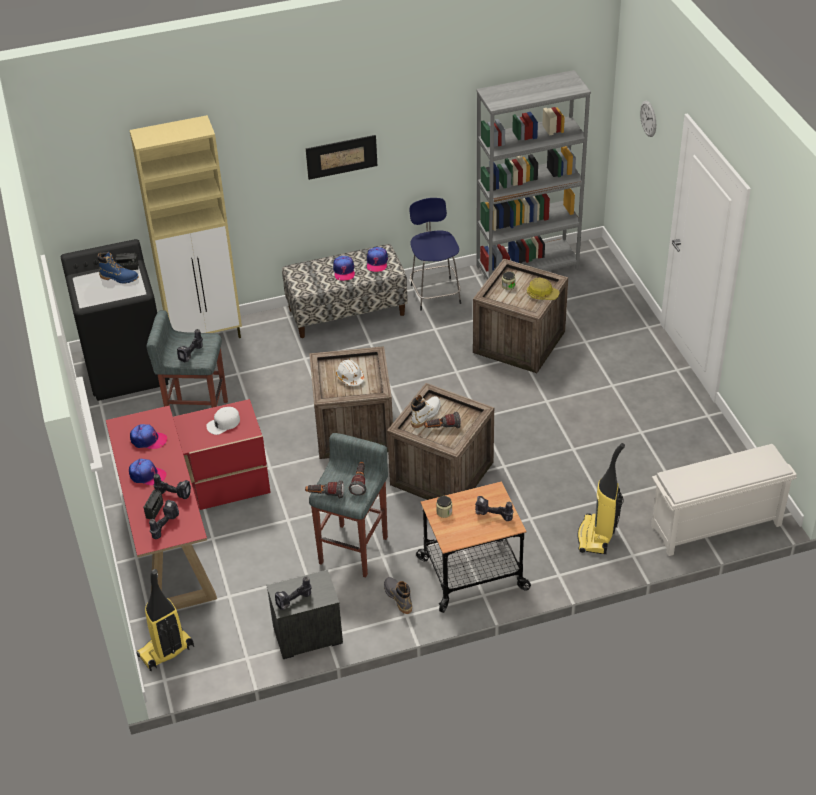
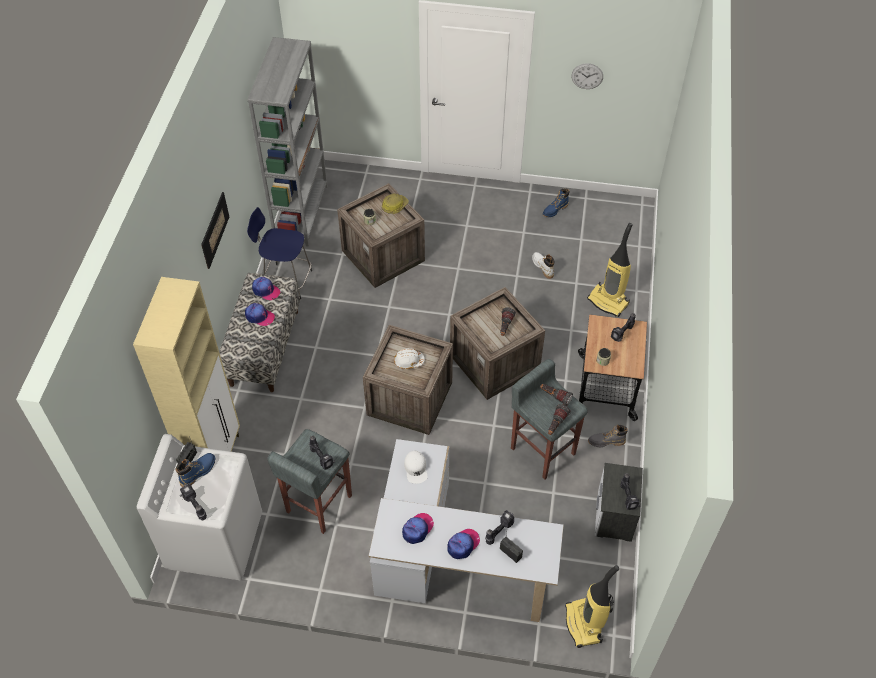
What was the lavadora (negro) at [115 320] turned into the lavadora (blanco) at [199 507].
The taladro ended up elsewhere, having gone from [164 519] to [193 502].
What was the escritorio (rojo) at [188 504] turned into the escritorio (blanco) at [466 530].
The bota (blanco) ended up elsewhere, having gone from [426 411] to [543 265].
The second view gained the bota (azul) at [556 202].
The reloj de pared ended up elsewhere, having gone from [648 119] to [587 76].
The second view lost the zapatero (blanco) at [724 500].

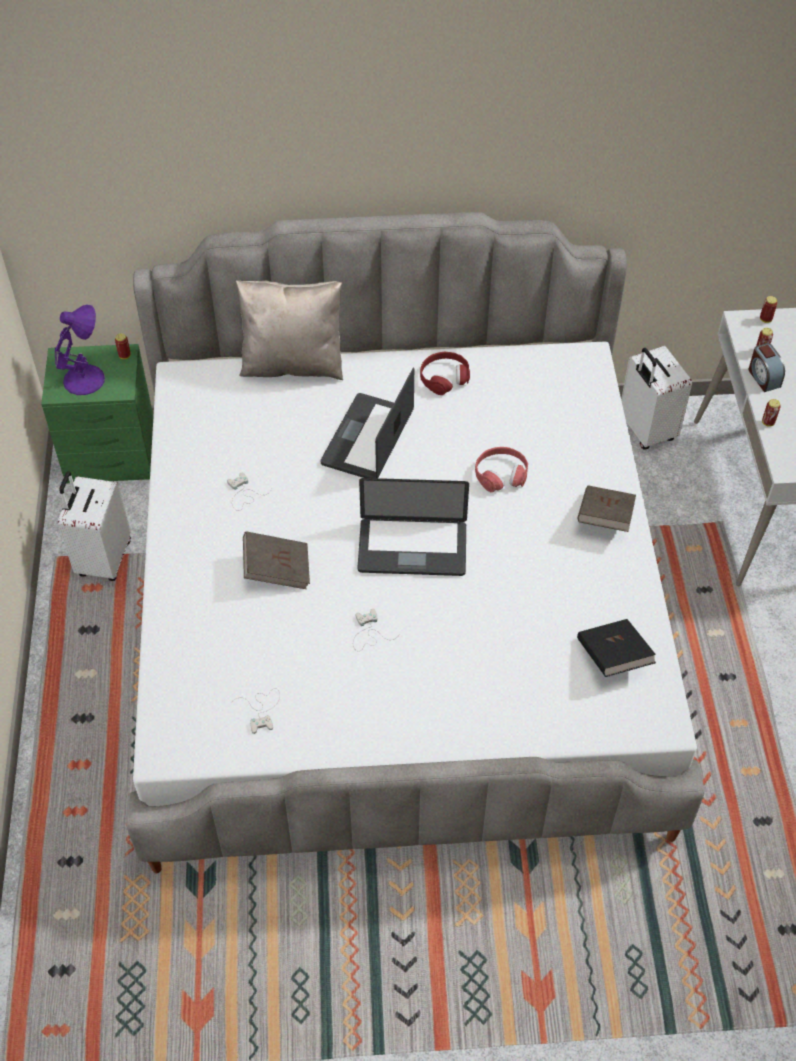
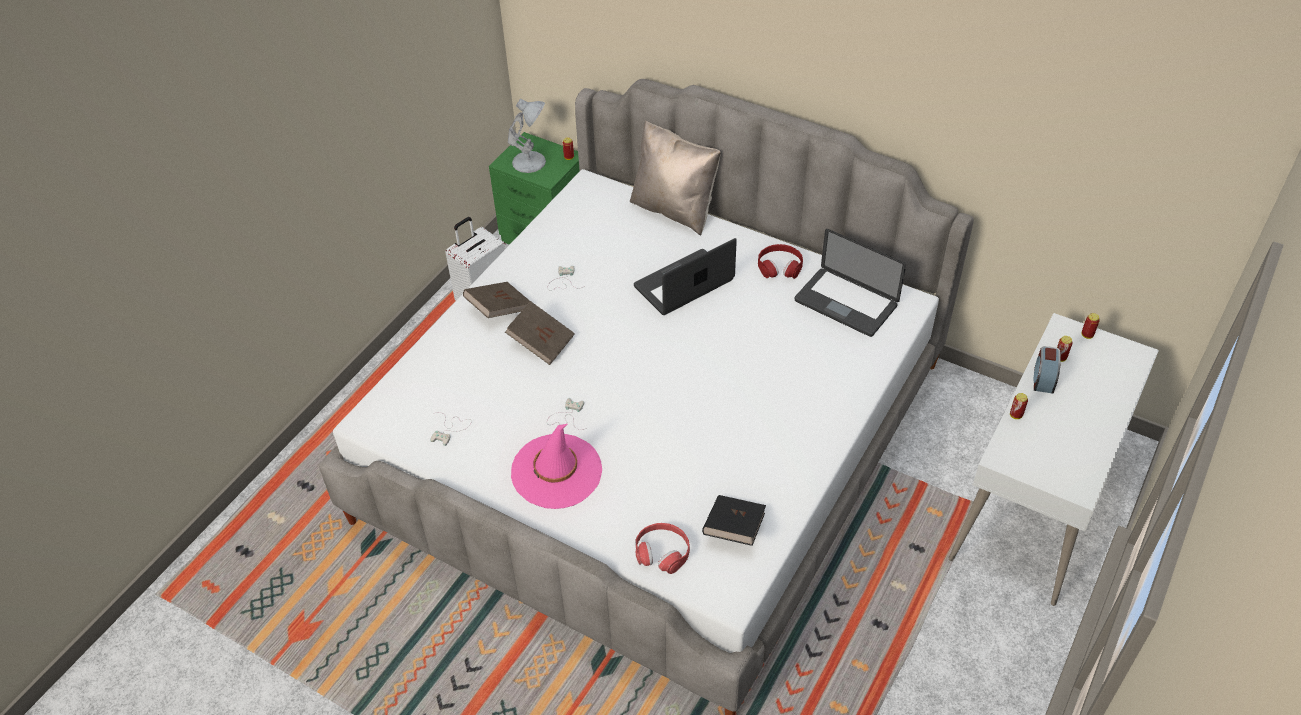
The libro (marrón) ended up elsewhere, having gone from [607 508] to [496 300].
What was the lámpara de mesa (morado) at [80 350] turned into the lámpara de mesa (blanco) at [527 136].
The second view gained the sombrero (rosa) at [556 466].
The auriculares (rojo) ended up elsewhere, having gone from [501 469] to [663 548].
The portátil ended up elsewhere, having gone from [413 527] to [850 283].
The second view lost the maleta (blanco) at [656 398].

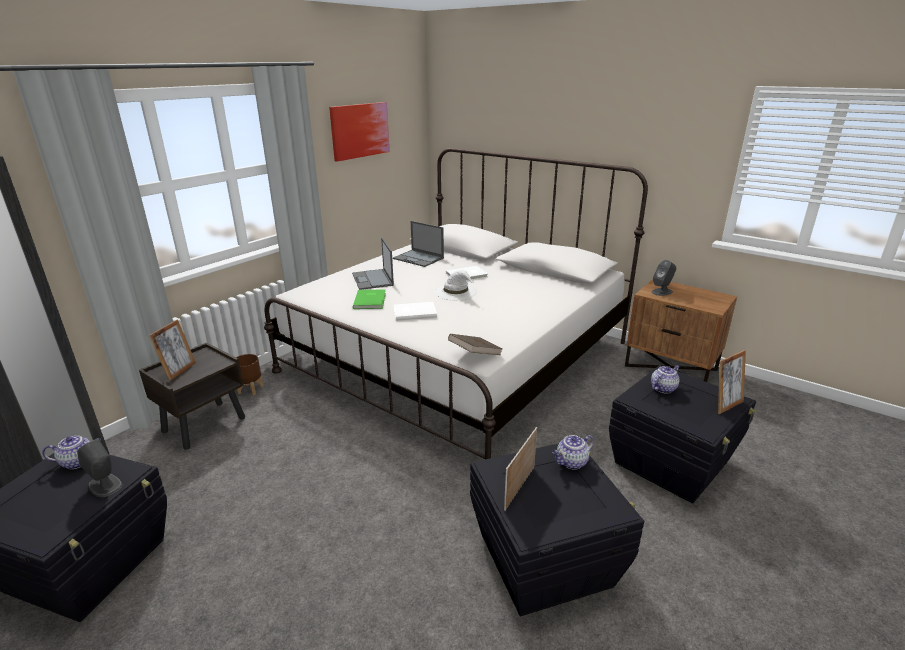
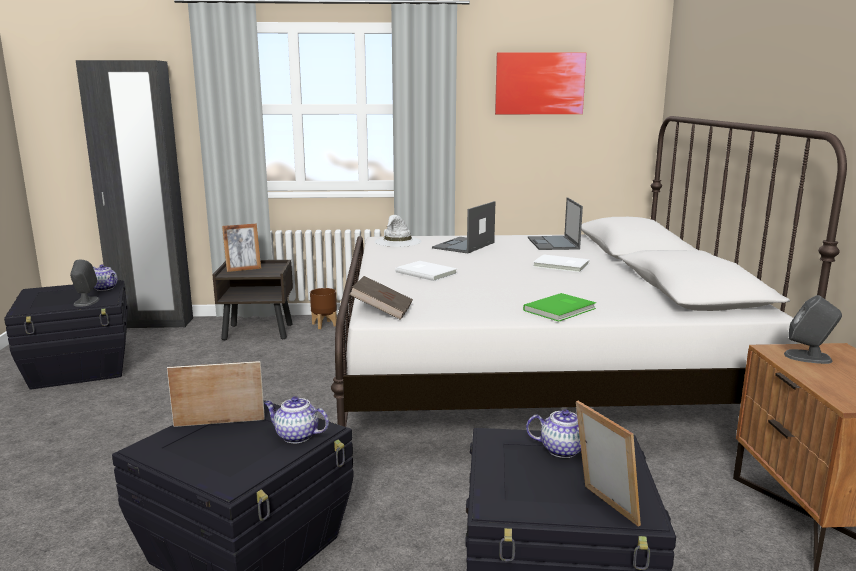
The sombrero (blanco) ended up elsewhere, having gone from [456 285] to [398 231].
The libro (verde) ended up elsewhere, having gone from [369 299] to [559 307].
The portarretratos at [732 382] ended up facing another way, 135 degrees counterclockwise from before.

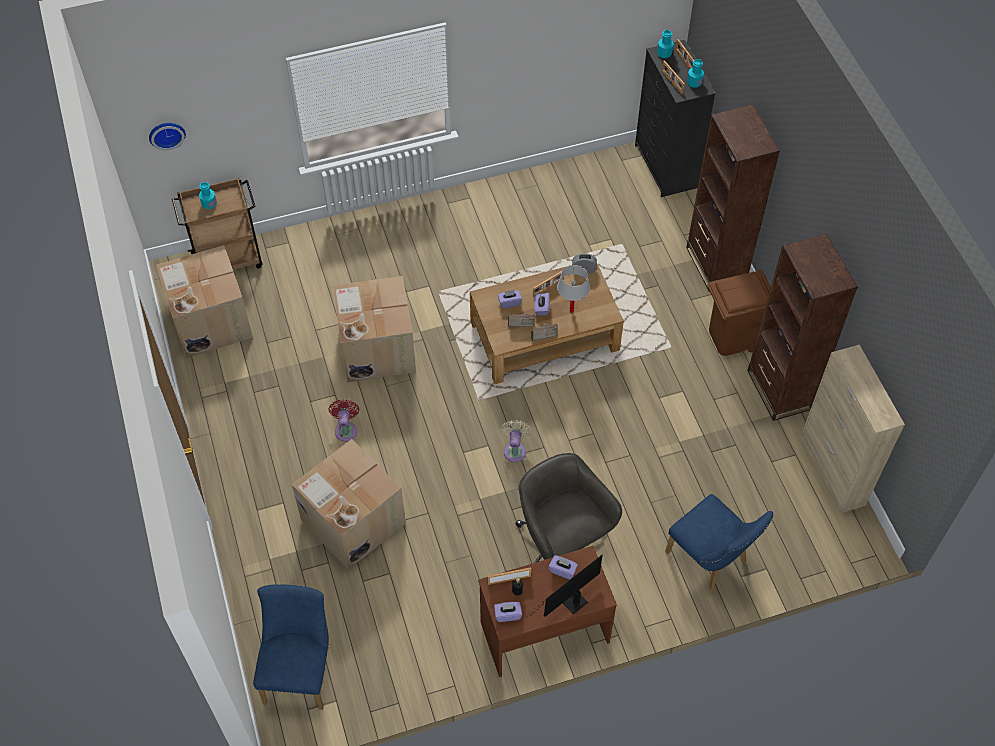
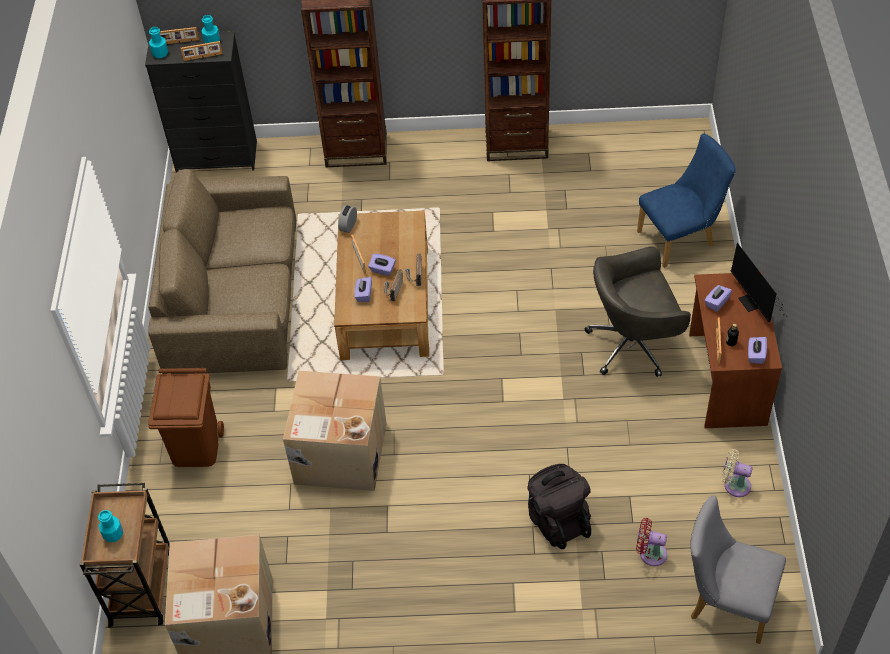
The second view gained the sofá (marrón) at [222 271].
The papelera (marrón) ended up elsewhere, having gone from [739 312] to [186 417].
Where the caja de cartón stood at [349 504], the mochila (negro) came to stand at [559 506].
The ventilador (rojo) ended up elsewhere, having gone from [344 420] to [651 542].
What was the silla (azul) at [291 647] turned into the silla (gris) at [738 569].
The ventilador (beis) ended up elsewhere, having gone from [516 441] to [737 473].
The second view lost the reloj de pared at [167 136].
The second view lost the lámpara de mesa (blanco) at [573 289].
The second view lost the armario (beis) at [852 429].

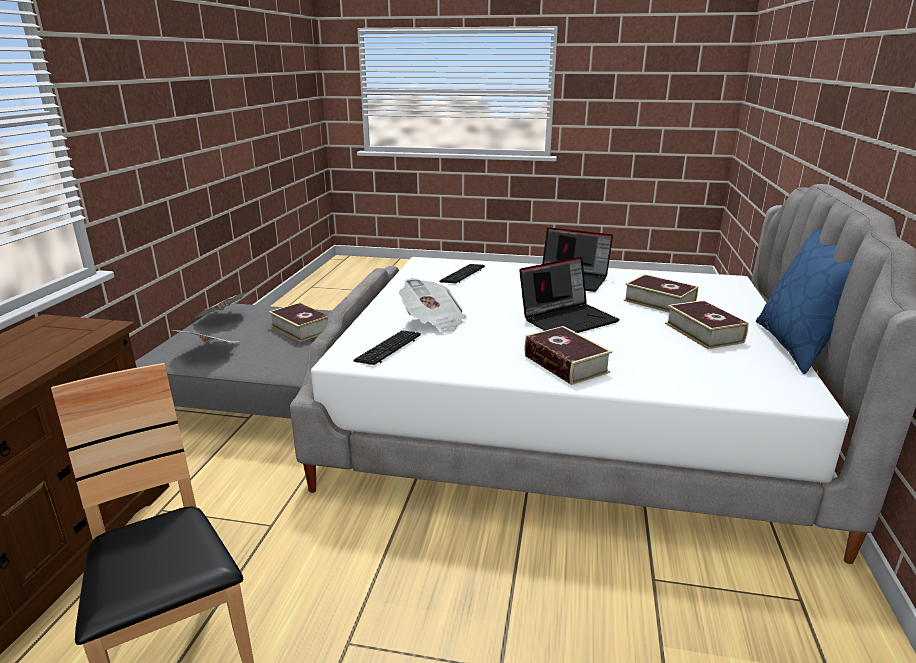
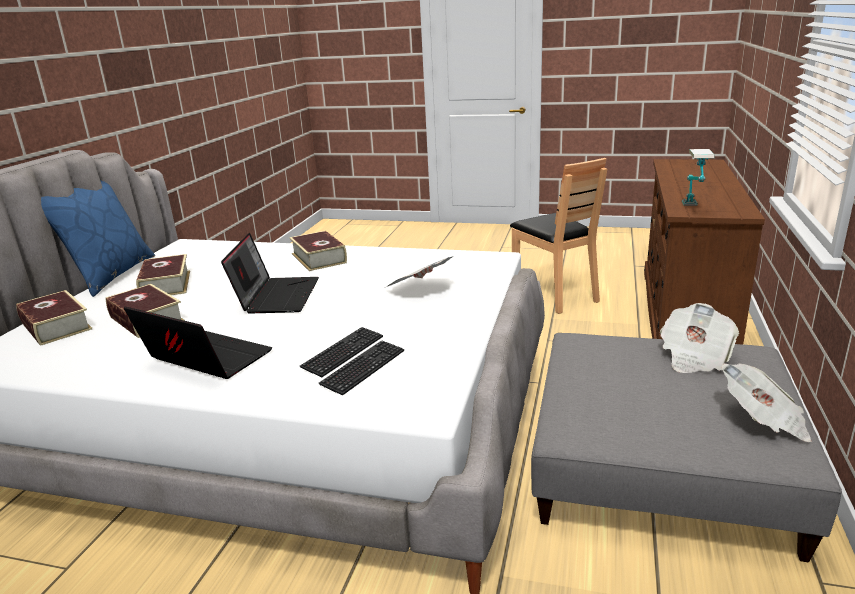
The libro ended up elsewhere, having gone from [298 322] to [54 318].
The portátil at [569 295] ended up facing another way, 120 degrees clockwise from before.
The teclado ended up elsewhere, having gone from [387 347] to [341 352].
The second view gained the lámpara de mesa at [698 177].

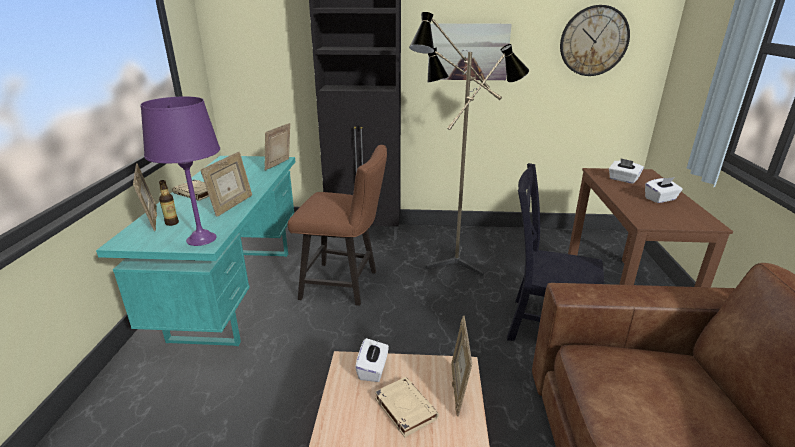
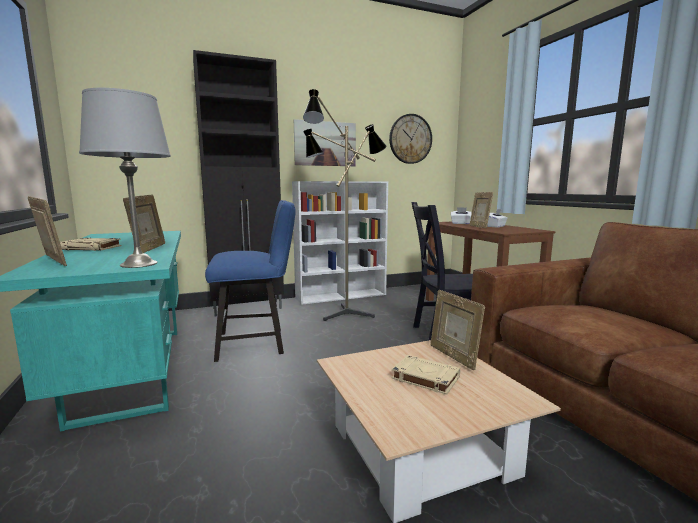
What was the lámpara de mesa (morado) at [180 171] turned into the lámpara de mesa (gris) at [125 178].
What was the silla (marrón) at [337 225] turned into the silla (azul) at [250 281].
The second view gained the estantería (blanco) at [340 243].
The portarretratos ended up elsewhere, having gone from [277 147] to [481 210].
The second view lost the botella at [169 203].
The second view lost the caja de pañuelos (blanco) at [372 360].

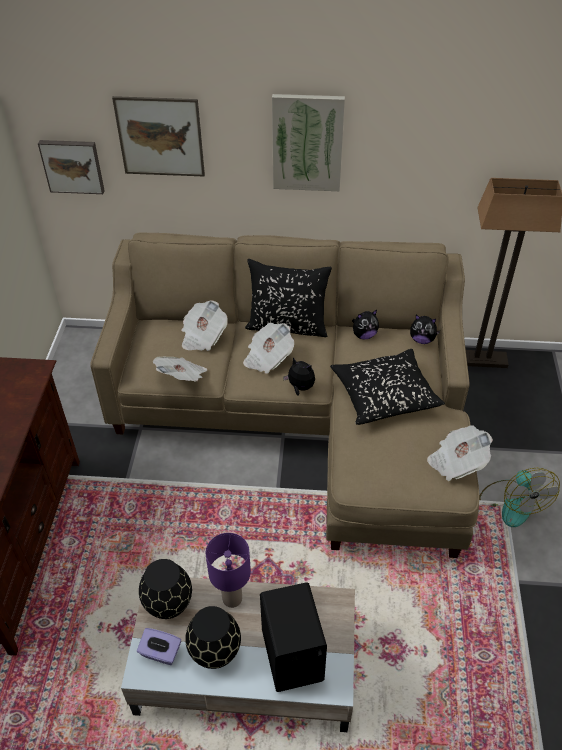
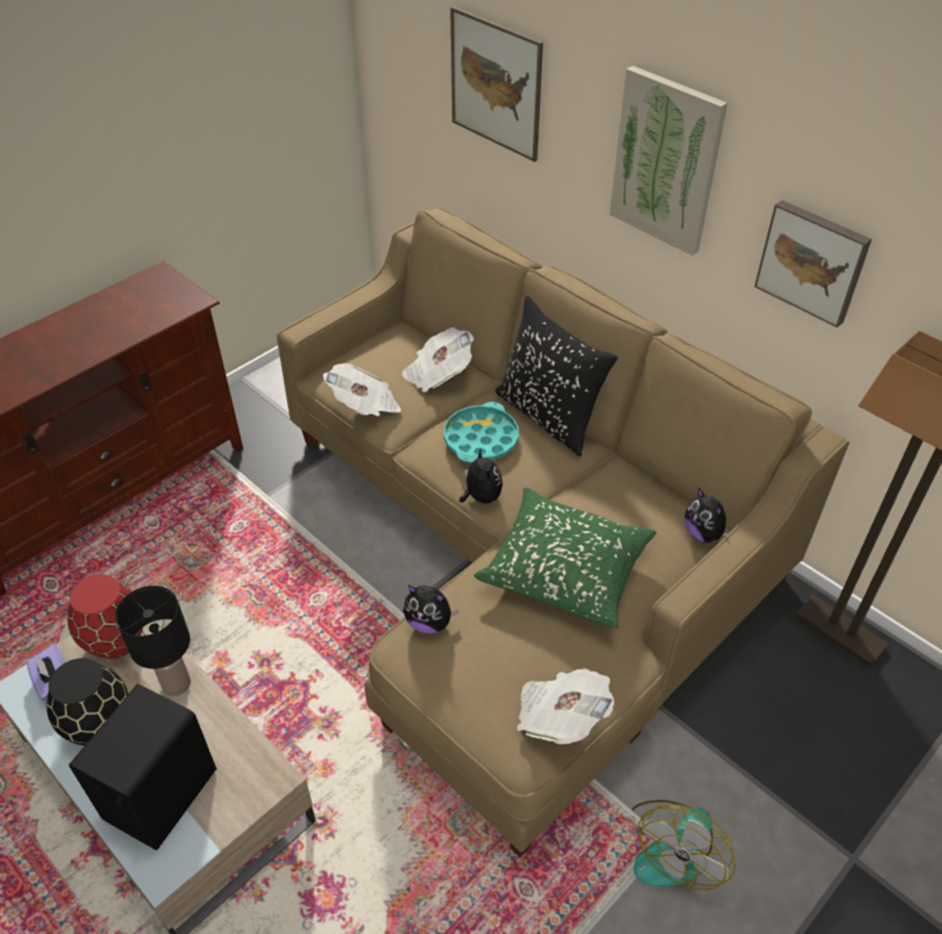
What was the florero (negro) at [165 589] turned into the florero (rojo) at [105 617].
What was the lámpara de mesa (morado) at [228 570] turned into the lámpara de mesa (negro) at [153 641].
The peluche ended up elsewhere, having gone from [365 324] to [431 609].
Where the periódico stood at [268 348], the bandeja (turquesa) came to stand at [481 432].
What was the cojín (negro) at [387 387] turned into the cojín (verde) at [565 558].
The cuadro ended up elsewhere, having gone from [71 167] to [813 263].

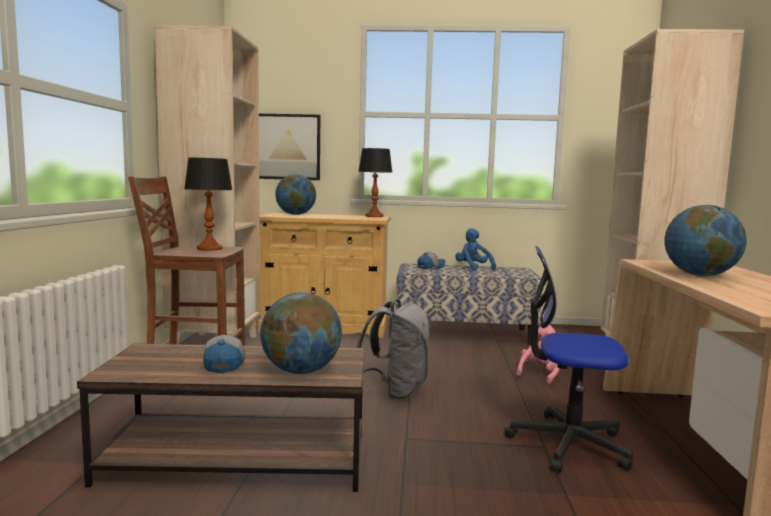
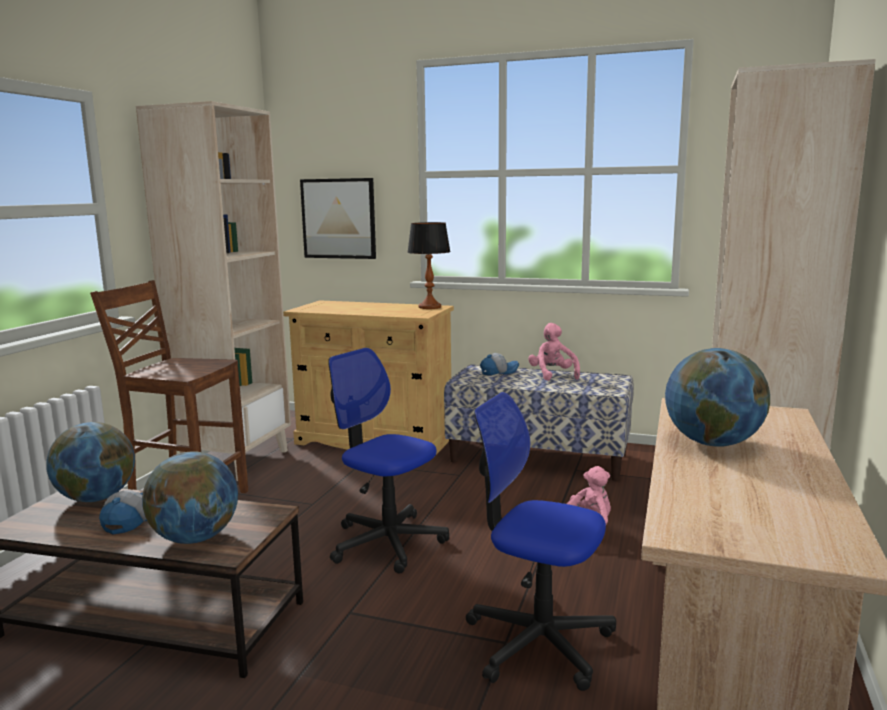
The globo terráqueo ended up elsewhere, having gone from [295 194] to [90 462].
Where the mochila (gris) stood at [394 350], the silla de oficina came to stand at [388 461].
What was the peluche (azul) at [475 249] turned into the peluche (rosa) at [554 352].
The second view lost the lámpara de mesa at [208 204].

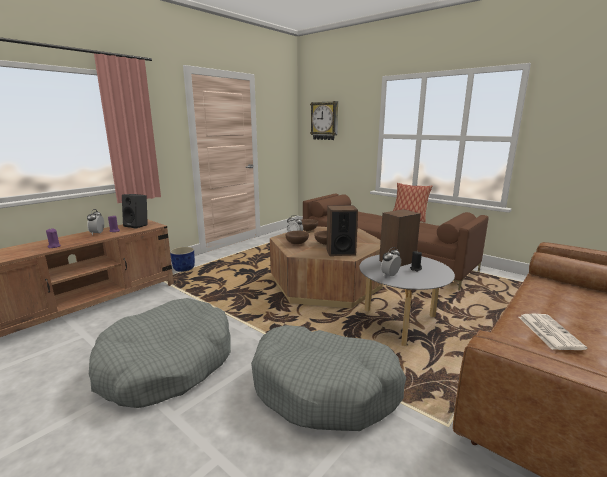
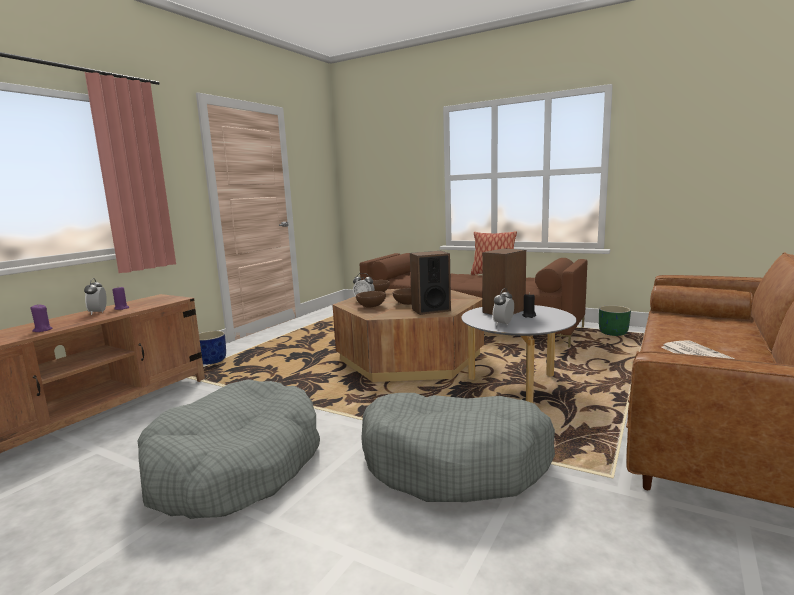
The second view gained the maceta (verde) at [615 320].
The second view lost the altavoz (negro) at [135 211].
The second view lost the reloj de pared at [324 120].

